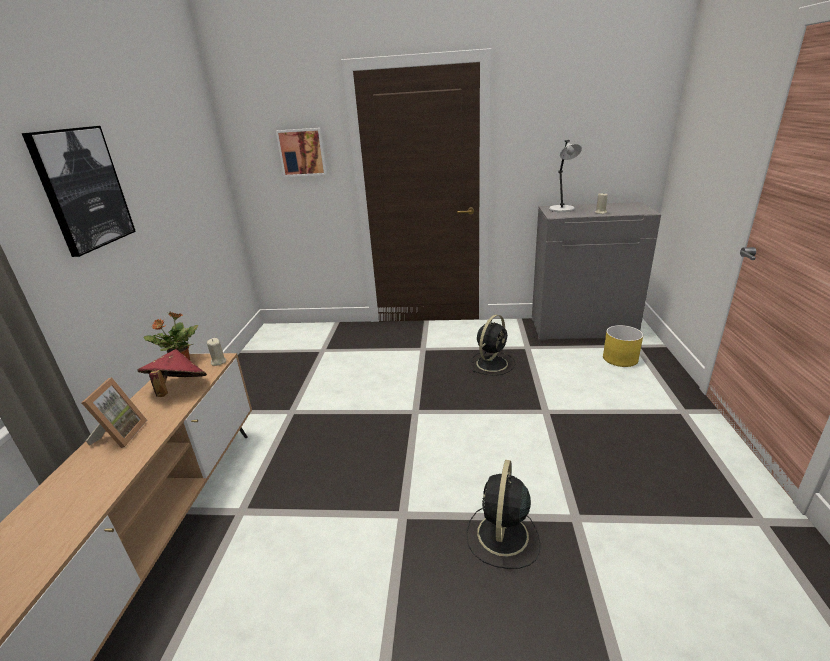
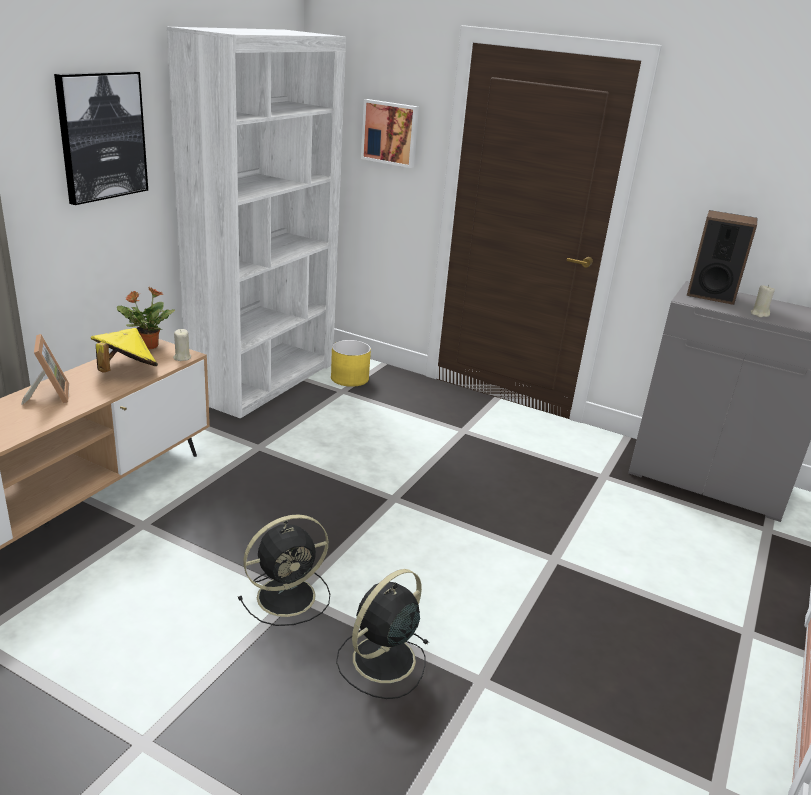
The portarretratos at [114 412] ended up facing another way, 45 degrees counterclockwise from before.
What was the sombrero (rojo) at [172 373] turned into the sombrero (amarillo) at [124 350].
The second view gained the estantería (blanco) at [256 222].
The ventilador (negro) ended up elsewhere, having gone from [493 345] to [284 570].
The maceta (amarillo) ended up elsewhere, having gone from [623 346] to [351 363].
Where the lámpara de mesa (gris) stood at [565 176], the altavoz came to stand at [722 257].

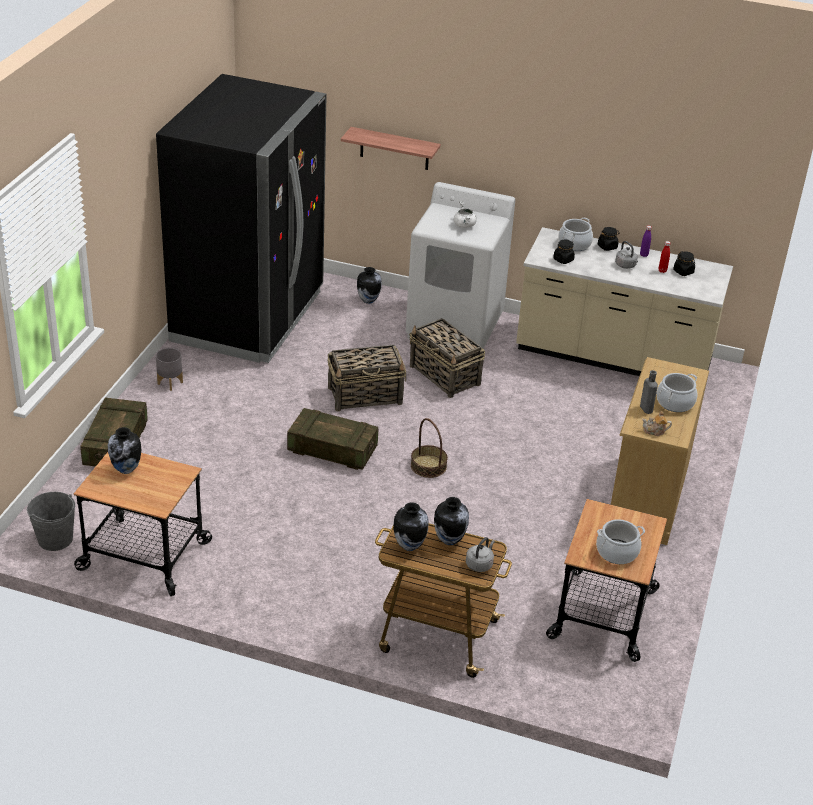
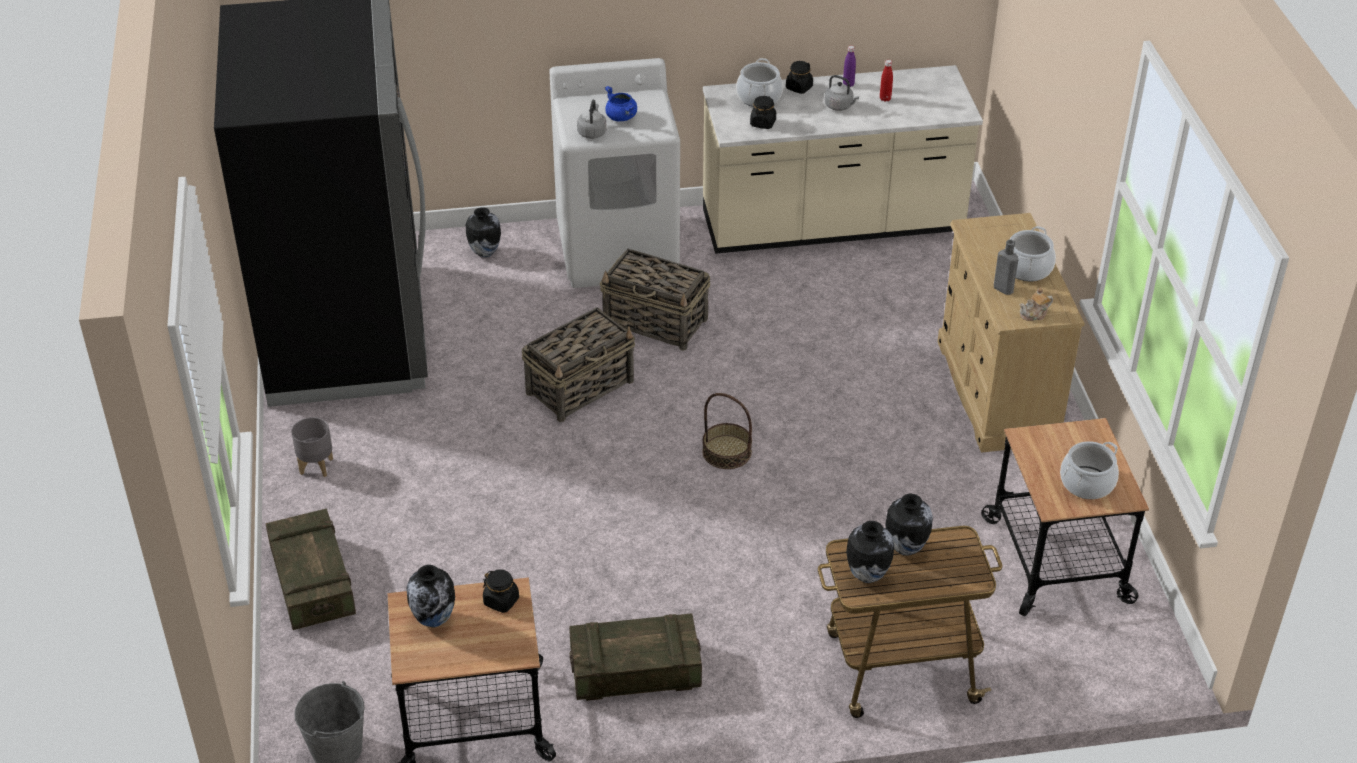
The tarro (negro) ended up elsewhere, having gone from [684 263] to [501 591].
The caja de embalaje ended up elsewhere, having gone from [332 439] to [635 657].
The hervidor (gris) ended up elsewhere, having gone from [480 554] to [592 119].
What was the olla (blanco) at [465 215] turned into the olla (azul) at [621 103].
The second view lost the estante at [391 148].

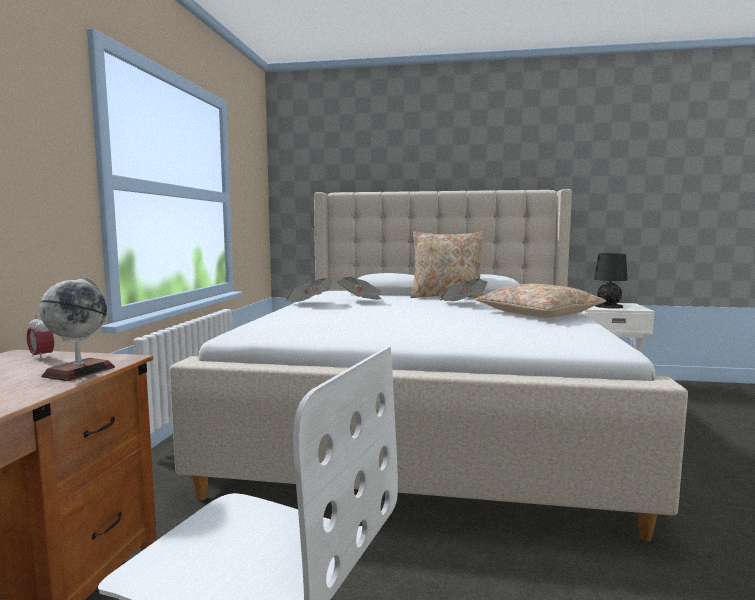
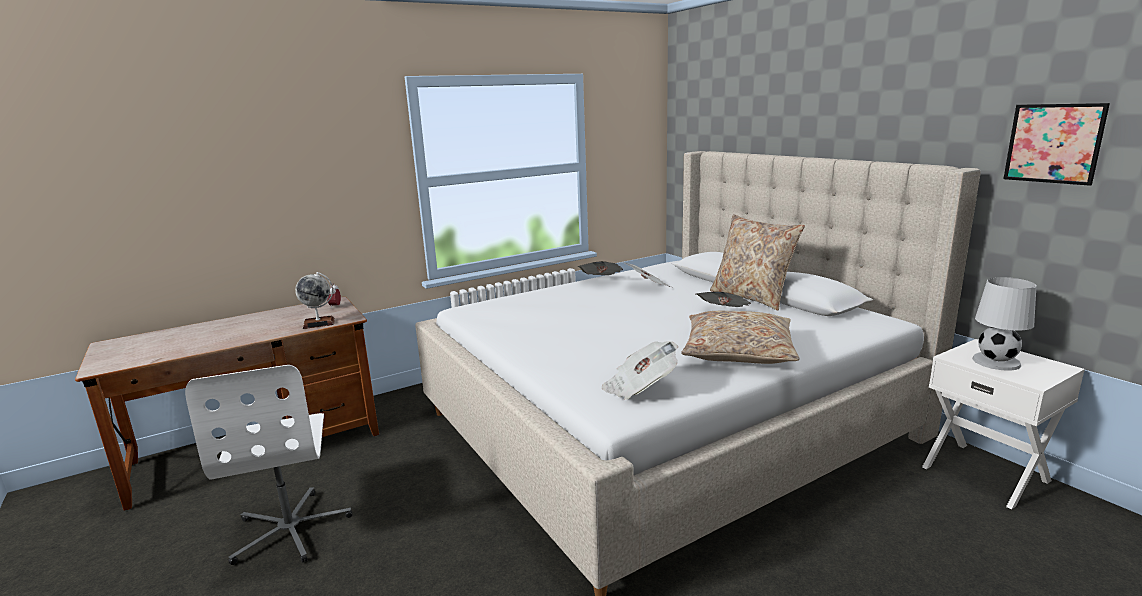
The second view gained the periódico at [640 370].
What was the lámpara de mesa (negro) at [611 281] turned into the lámpara de mesa (blanco) at [1004 324].
The second view gained the cuadro at [1056 144].

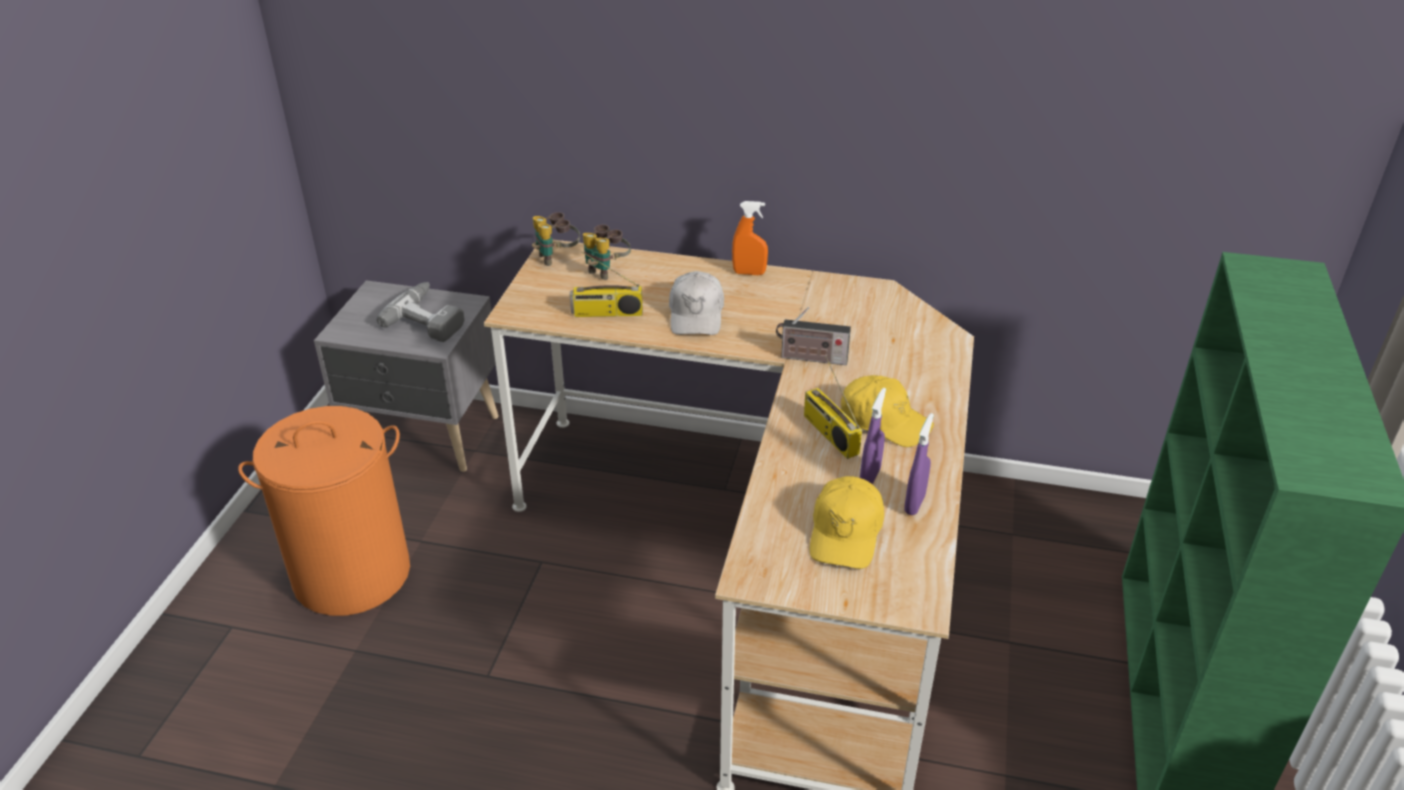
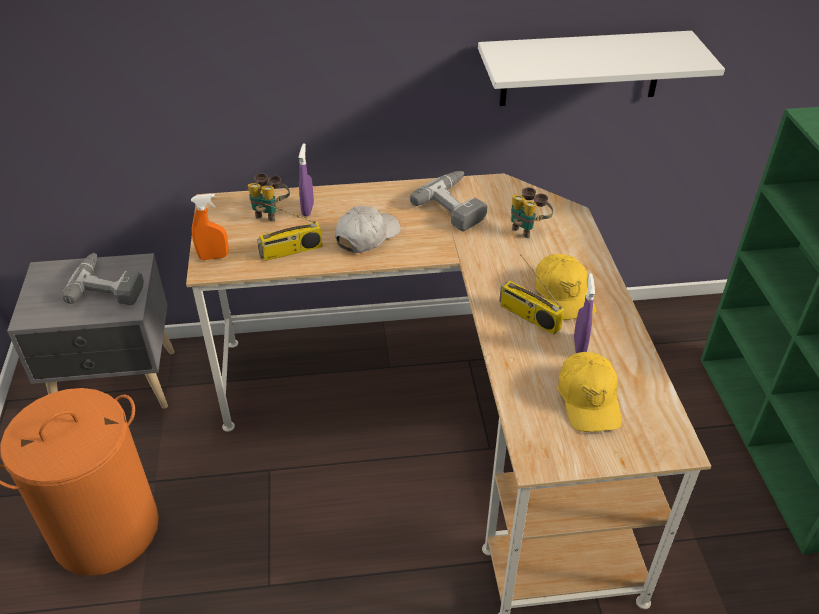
The pulverizador (naranja) ended up elsewhere, having gone from [750 238] to [210 227].
The pulverizador (morado) ended up elsewhere, having gone from [919 464] to [306 179].
The gorra (blanco) at [696 303] ended up facing another way, 120 degrees counterclockwise from before.
The second view gained the taladro at [448 201].
The second view gained the estante (blanco) at [601 68].
The prismáticos ended up elsewhere, having gone from [556 239] to [532 212].
The gorra (amarillo) at [887 411] ended up facing another way, 60 degrees clockwise from before.
The second view lost the radio at [813 335].

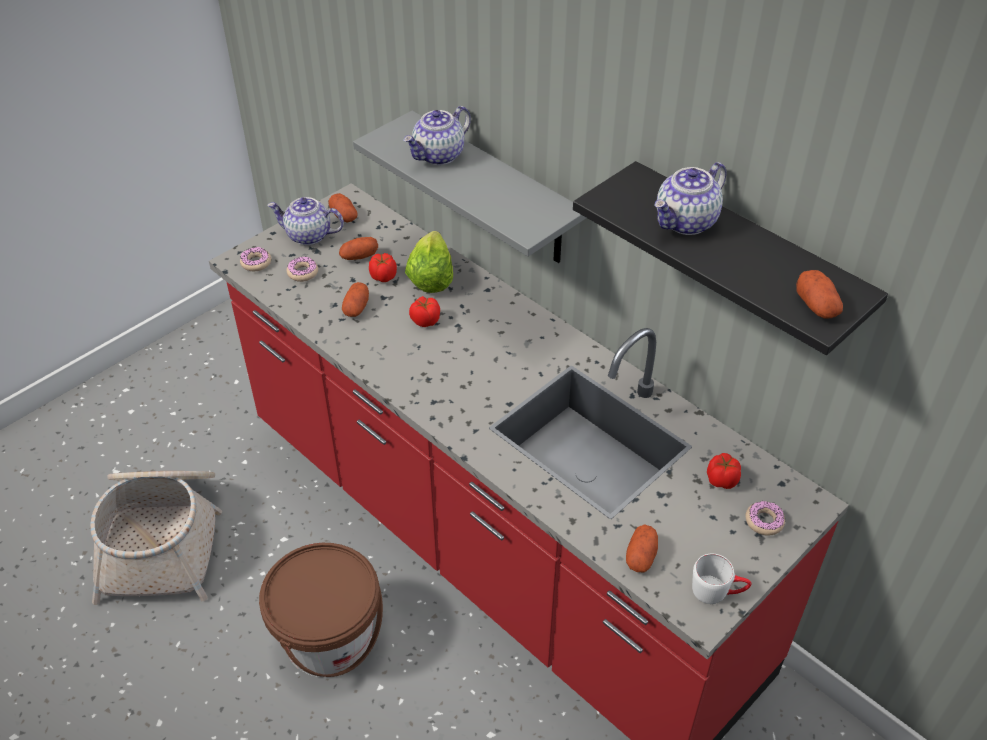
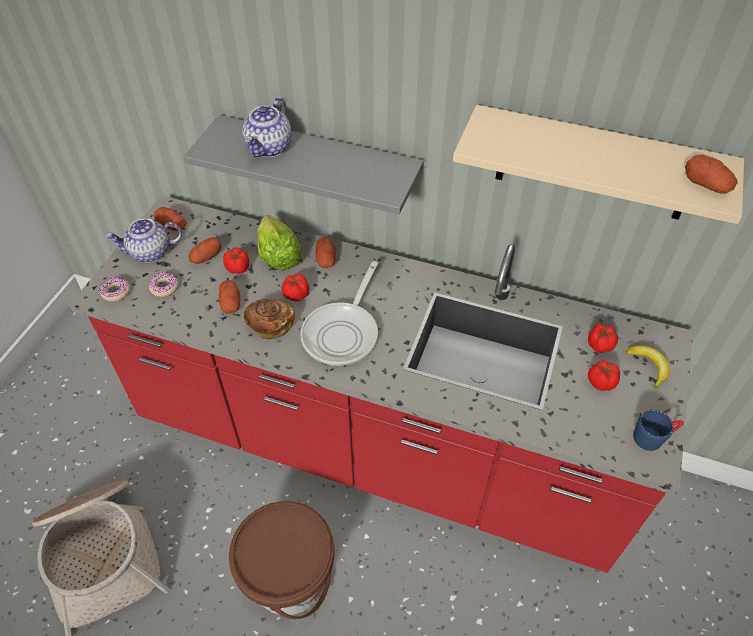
The second view gained the pan at [269 319].
The second view gained the sartén at [339 313].
The patata ended up elsewhere, having gone from [642 548] to [326 252].
What was the estante (negro) at [730 258] turned into the estante (beis) at [598 164].
The second view gained the tomate at [604 375].
Where the rosquilla stood at [765 518], the plátano came to stand at [648 367].
What was the taza grande (blanco) at [722 579] turned into the taza grande (azul) at [658 430].
The second view lost the tetera at [690 198].

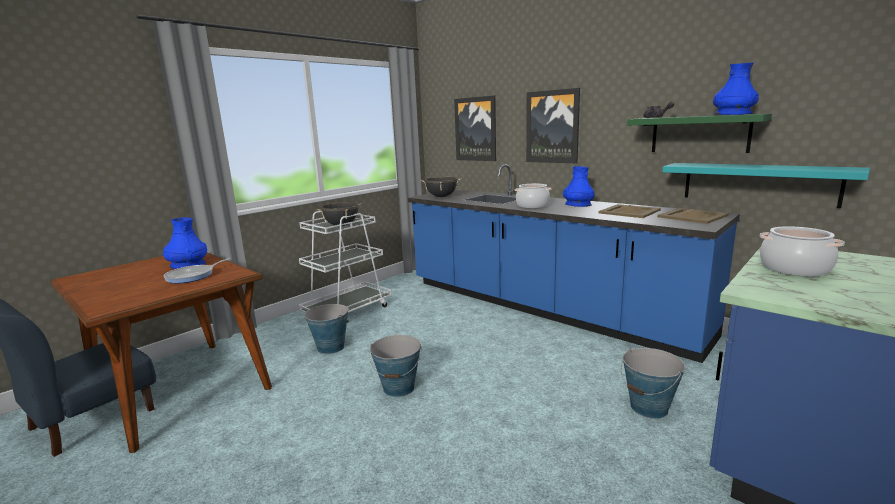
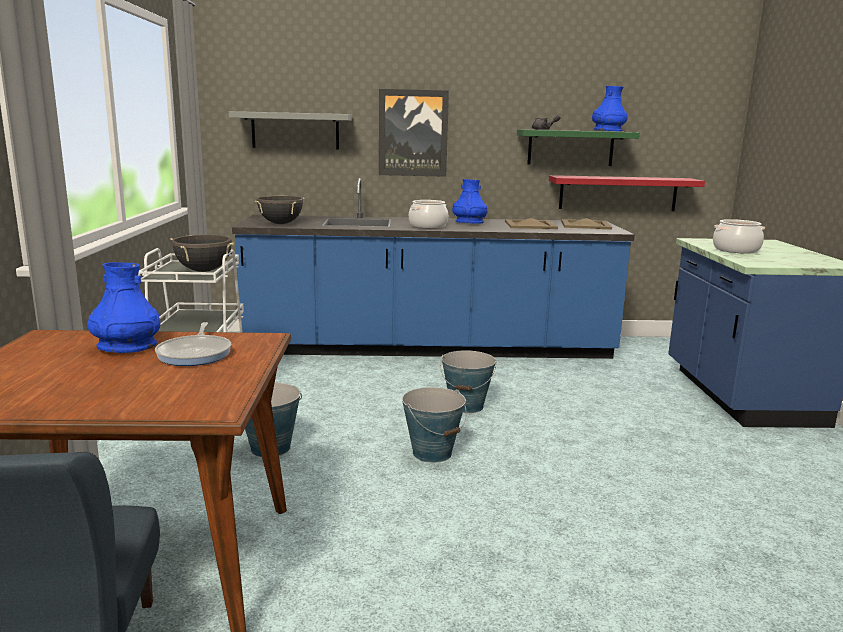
Where the cuadro hung at [475 128], the estante (gris) came to hang at [290 130].
The cubo ended up elsewhere, having gone from [653 383] to [468 381].
What was the estante (turquesa) at [766 185] turned into the estante (rojo) at [627 193].

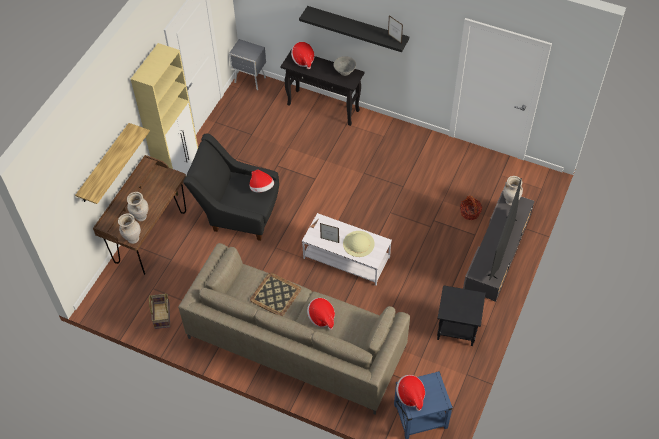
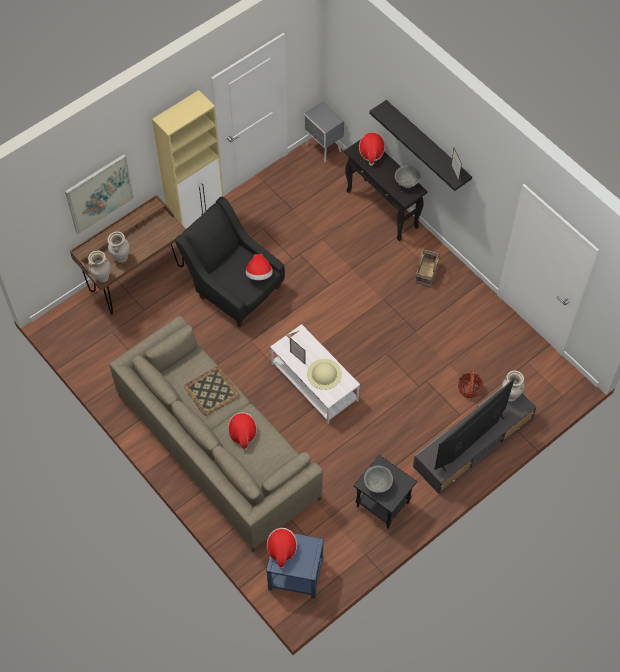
Where the estante hung at [112 163], the cuadro came to hang at [99 194].
The second view gained the cuenco (gris) at [378 479].
The cesta ended up elsewhere, having gone from [159 311] to [427 267].

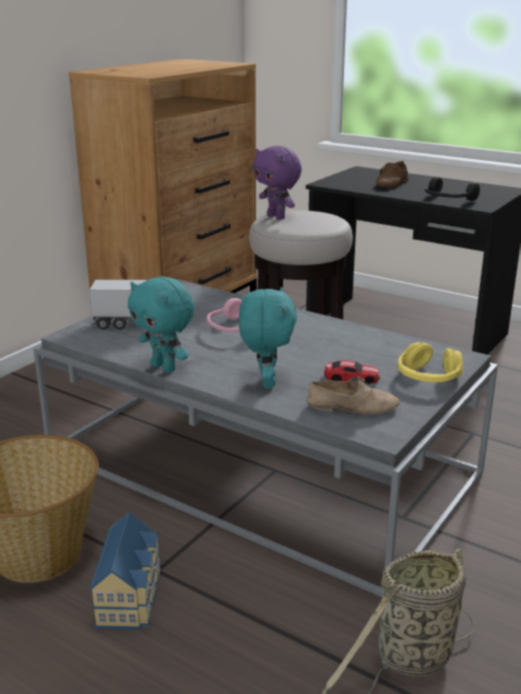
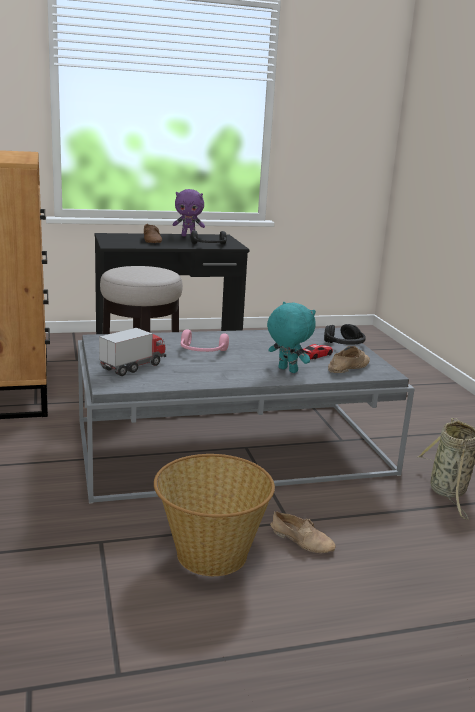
The peluche (morado) ended up elsewhere, having gone from [277 182] to [189 212].
Where the casita stood at [125 571], the zapato (beis) came to stand at [303 532].
What was the auriculares (amarillo) at [430 362] turned into the auriculares (negro) at [345 334].
The second view lost the peluche (turquesa) at [161 324].

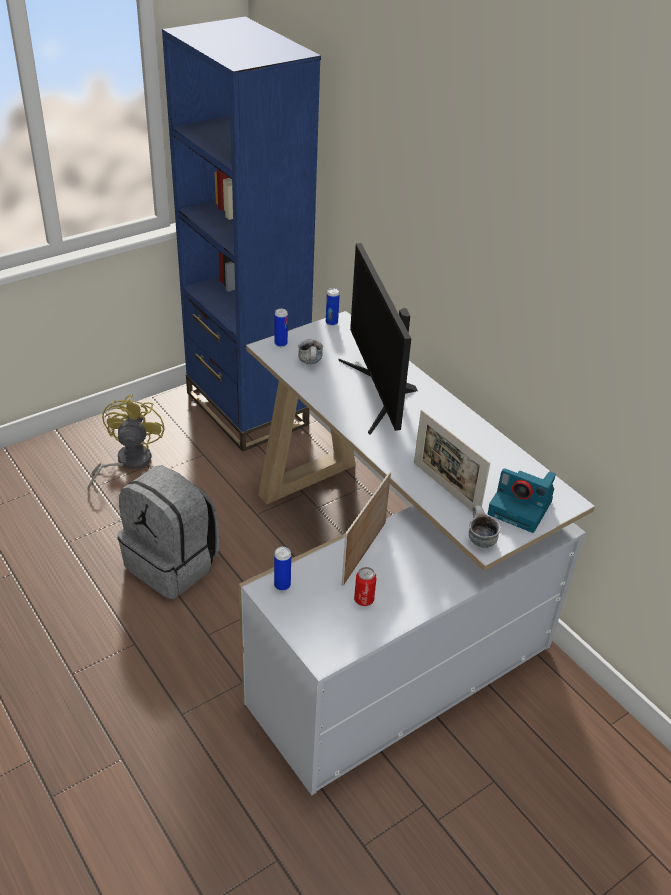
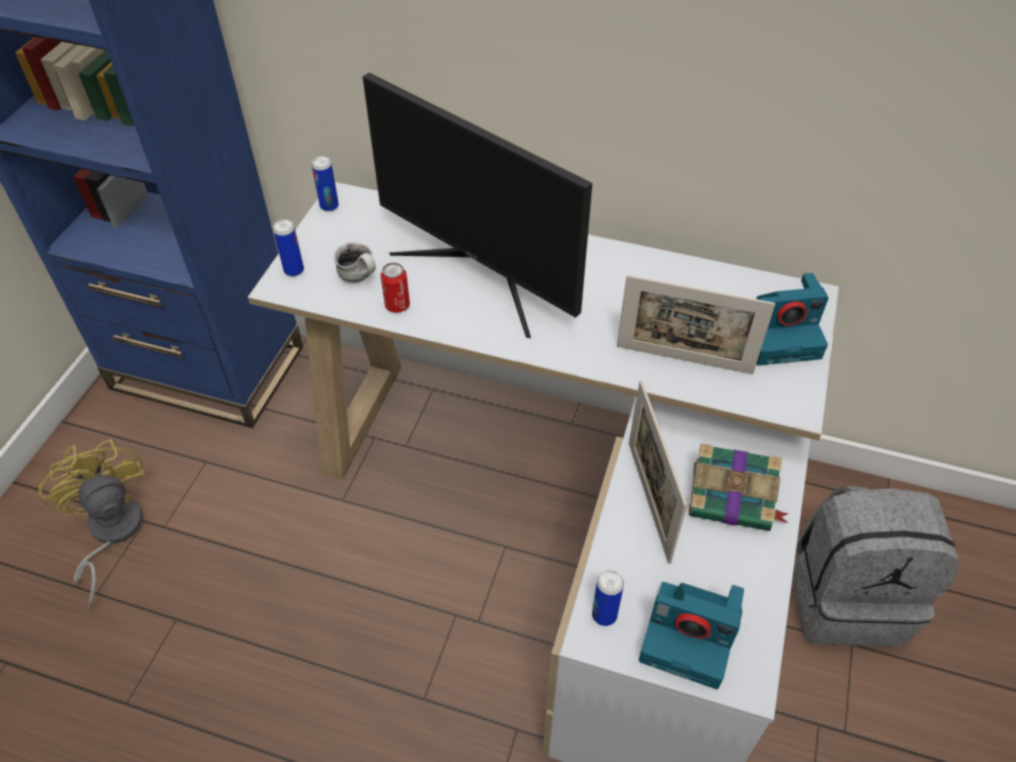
The lata ended up elsewhere, having gone from [365 586] to [395 287].
The second view gained the cámara at [691 635].
The second view gained the libro at [738 487].
The mochila (gris) ended up elsewhere, having gone from [168 532] to [876 566].
The second view lost the taza grande at [485 526].

